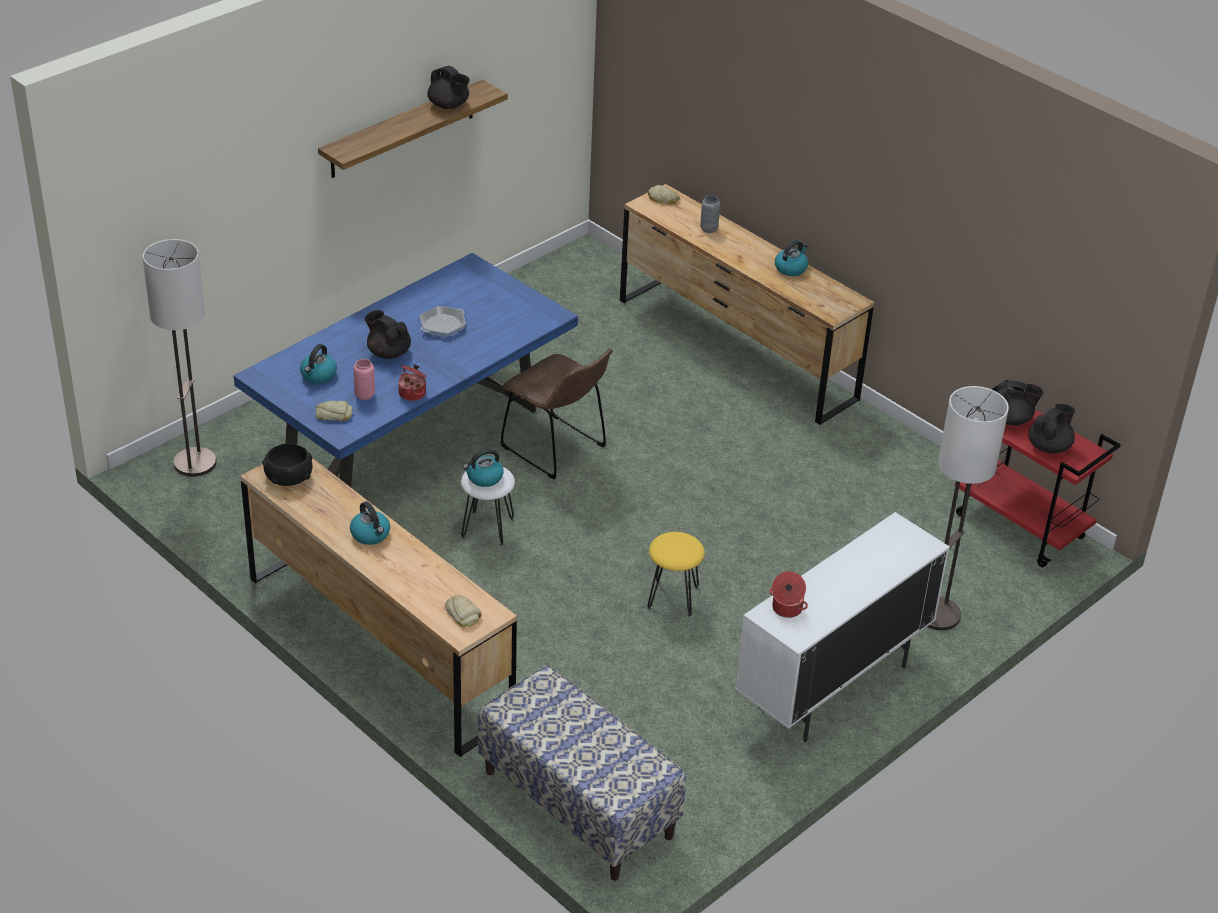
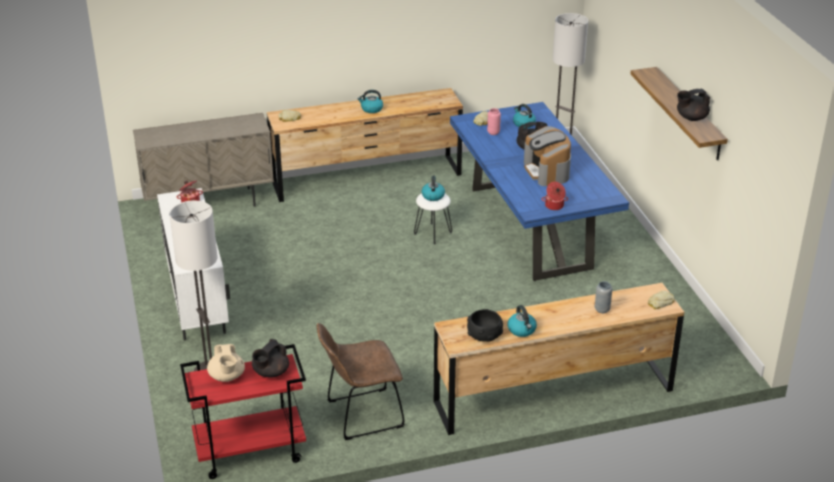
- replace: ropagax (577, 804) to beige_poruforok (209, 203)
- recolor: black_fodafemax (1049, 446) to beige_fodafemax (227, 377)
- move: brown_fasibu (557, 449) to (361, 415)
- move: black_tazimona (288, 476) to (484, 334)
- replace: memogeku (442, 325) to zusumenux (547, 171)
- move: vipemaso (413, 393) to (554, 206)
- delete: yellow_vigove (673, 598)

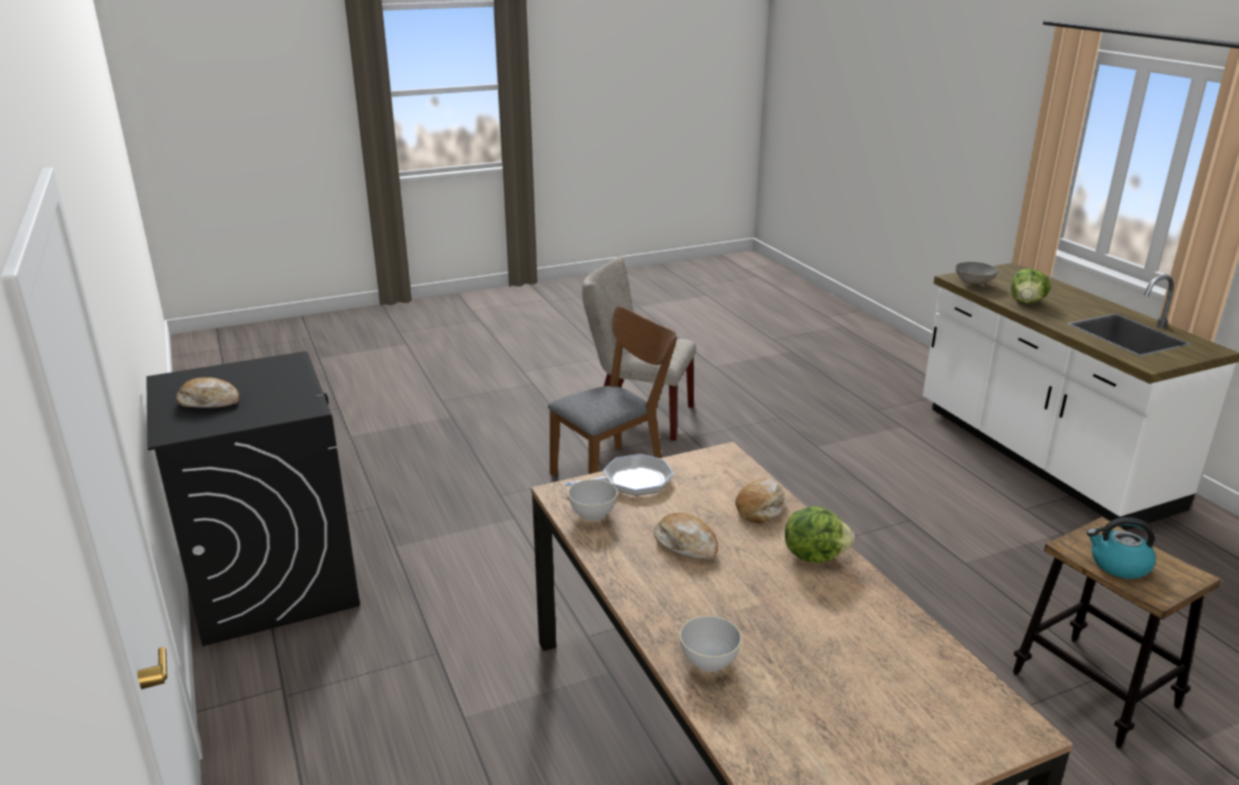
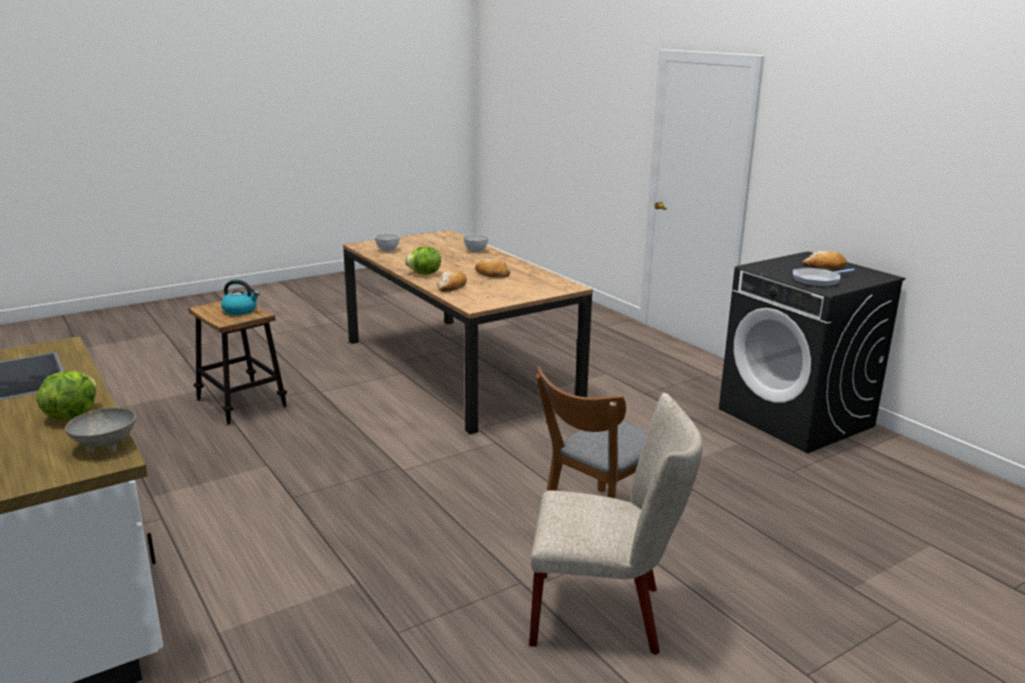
- move: grey_tazimona (592, 515) to (387, 250)
- move: memogeku (633, 481) to (818, 280)

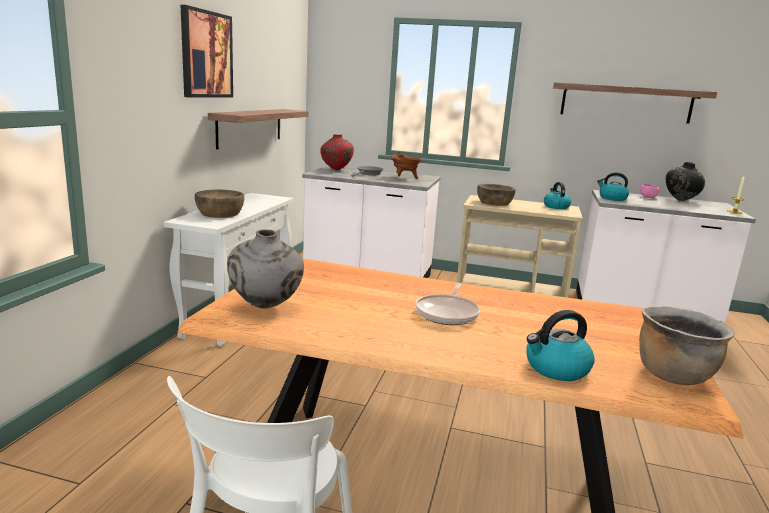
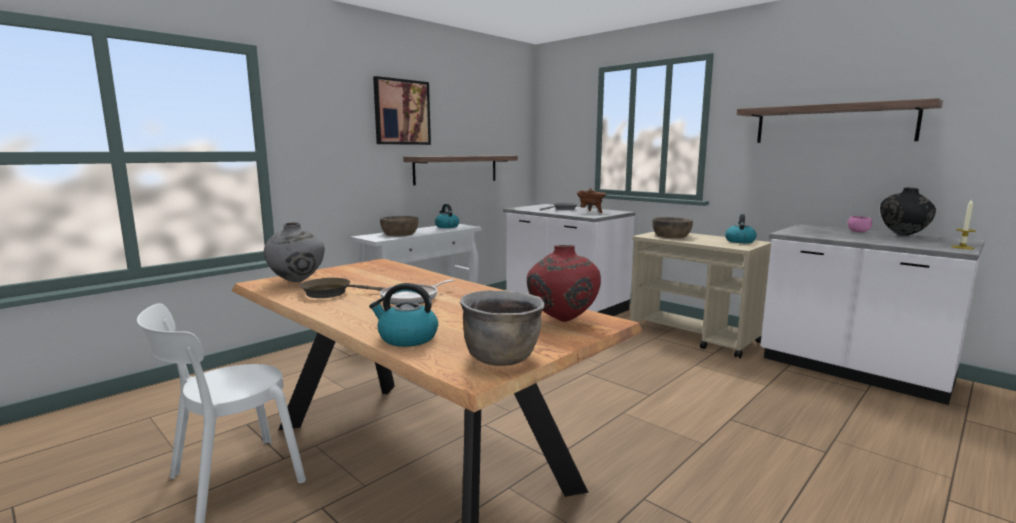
- insert: brown_memogeku (331, 293)
- move: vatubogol (612, 198) to (446, 226)
- move: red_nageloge (336, 170) to (562, 321)

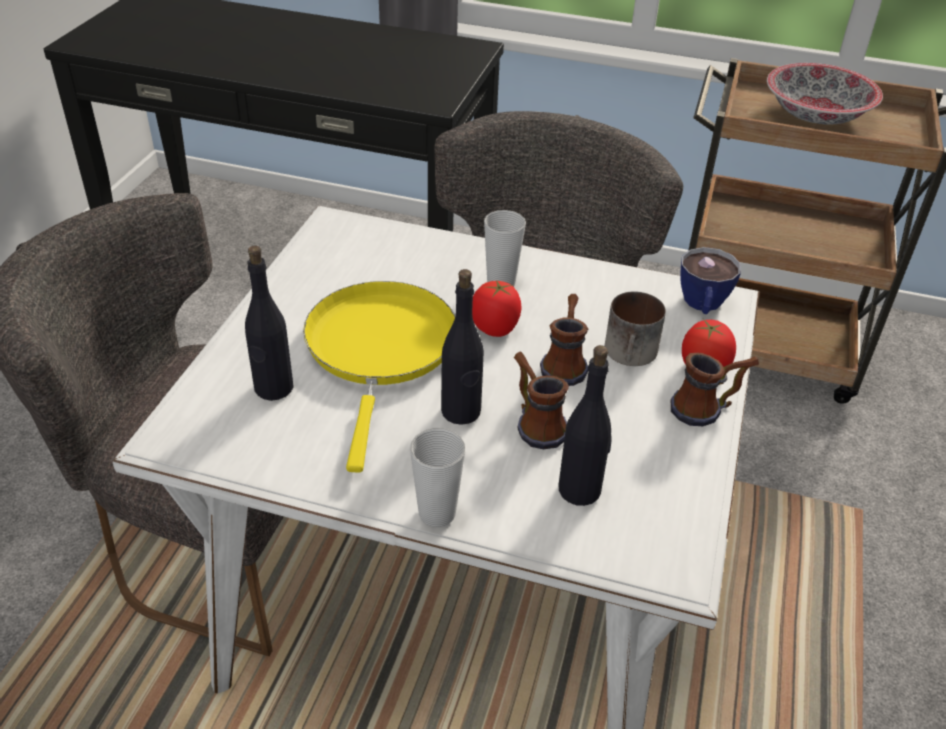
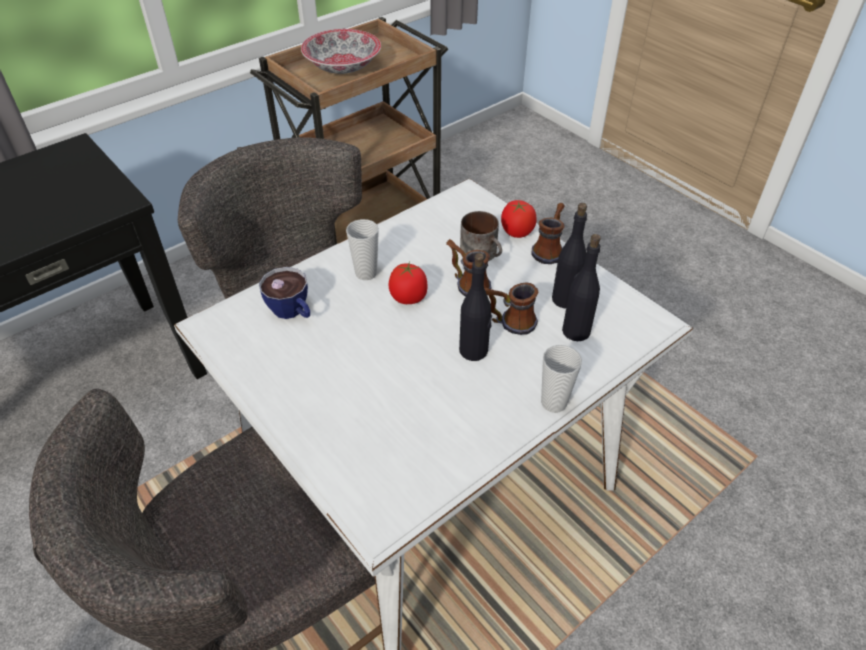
- move: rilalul (702, 306) to (293, 312)
- move: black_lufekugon (273, 388) to (565, 299)
- delete: yellow_memogeku (380, 350)

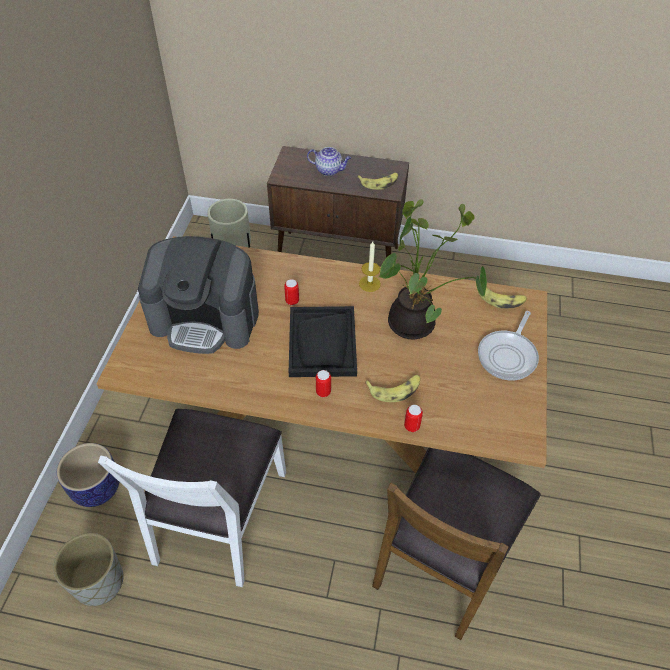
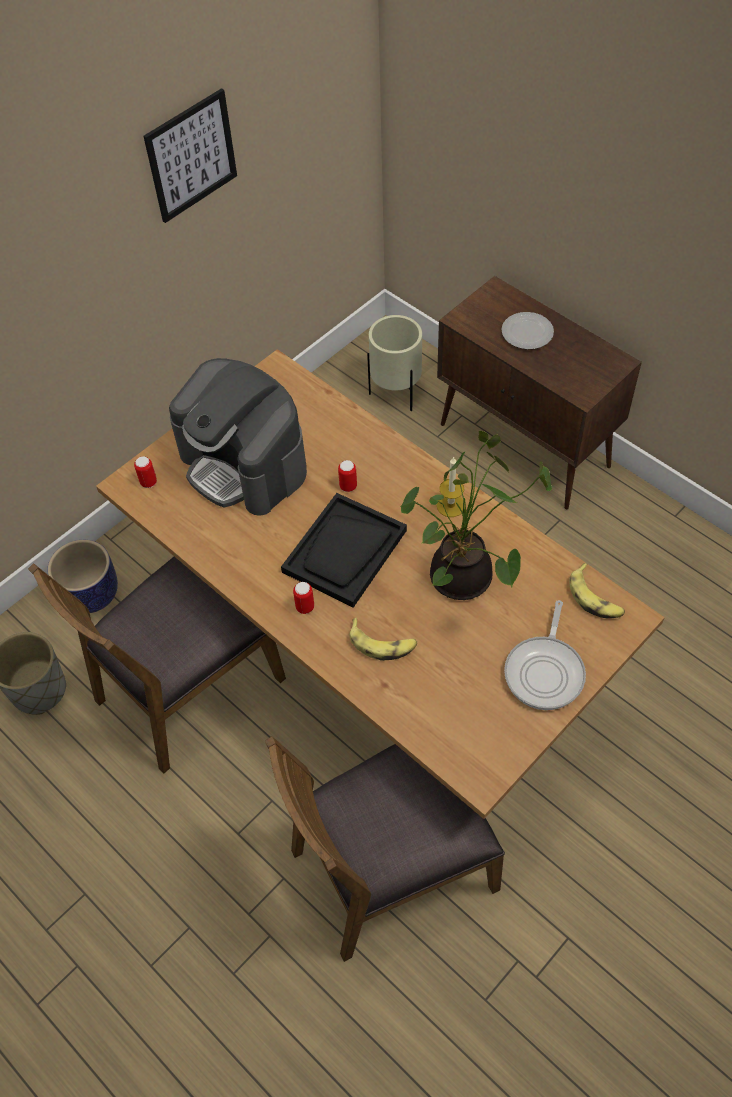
- recolor: white_fasibu (218, 516) to brown_fasibu (187, 688)
- move: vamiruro (411, 426) to (148, 482)
- insert: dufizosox (191, 156)
- replace: fodafemax (329, 170) to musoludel (527, 333)
- rotate: memogeku (508, 355) = (545, 671) 45 degrees counterclockwise
- delete: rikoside (379, 183)

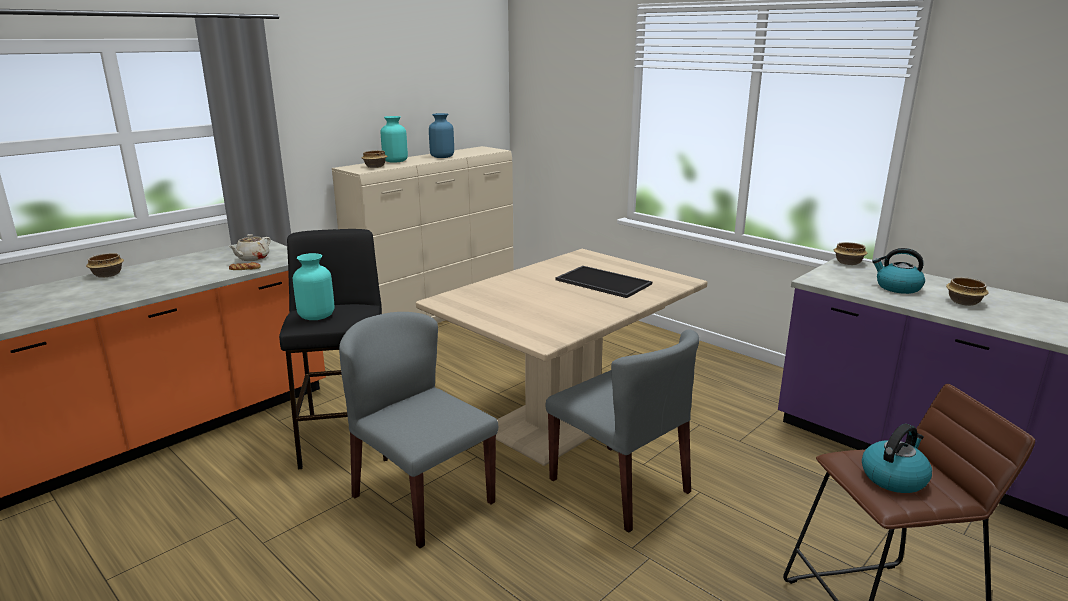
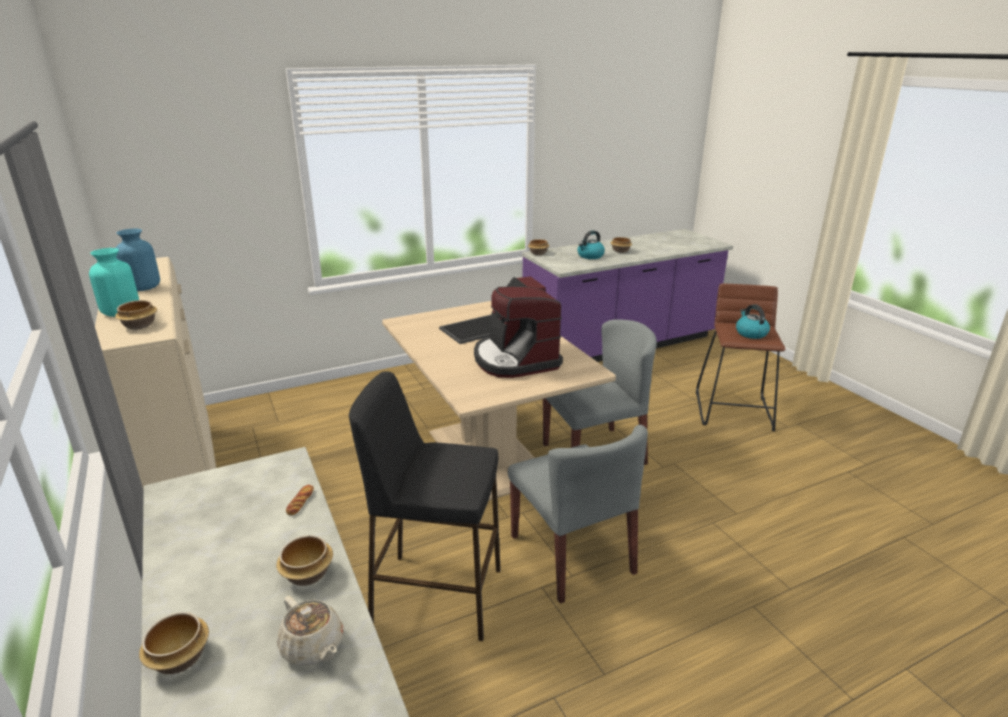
- insert: tazimona (308, 575)
- move: beige_fodafemax (252, 258) to (313, 647)
- insert: zusumenux (515, 359)
- rotate: grey_fasibu (422, 498) = (572, 554) 90 degrees counterclockwise
- delete: turquoise_nageloge (316, 316)

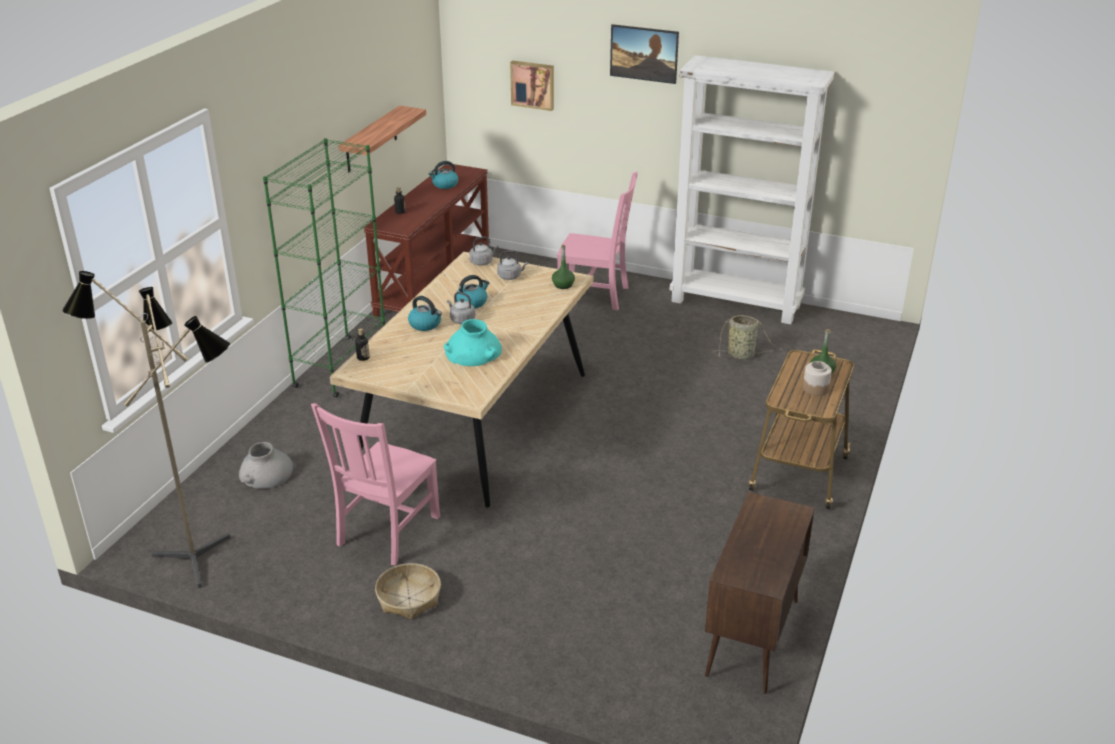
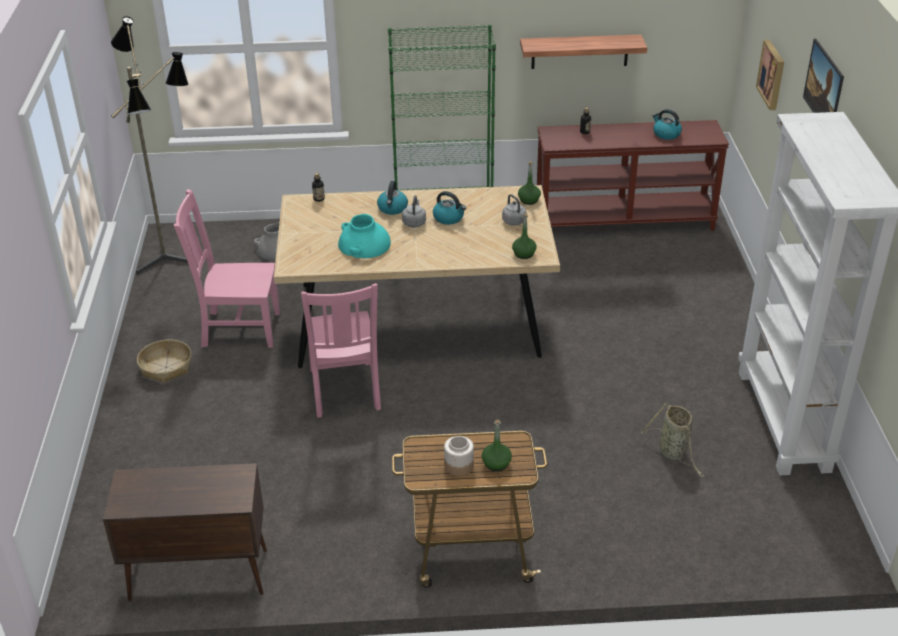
- move: pink_fasibu (596, 295) to (345, 391)
- replace: grey_vatubogol (482, 262) to green_lufekugon (529, 200)

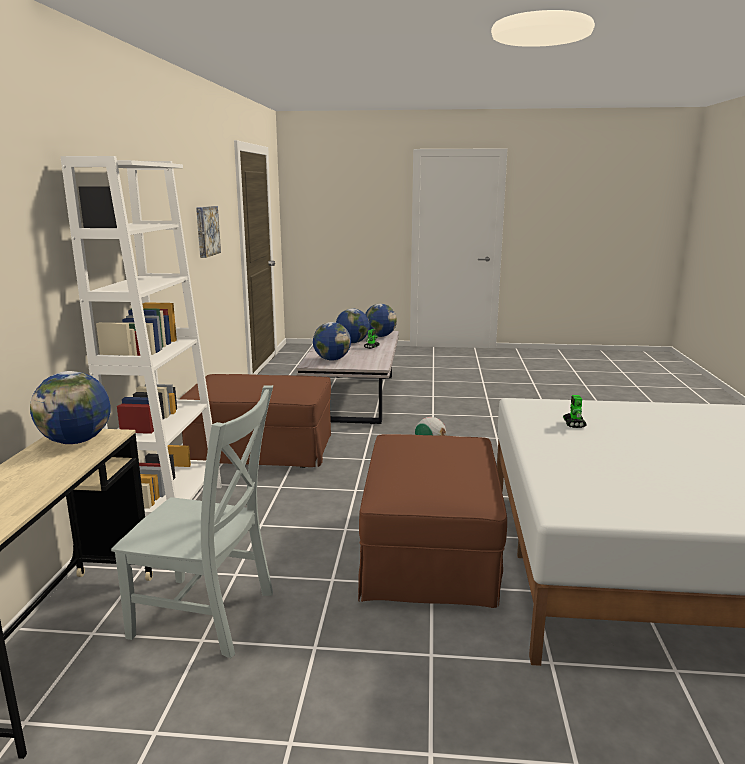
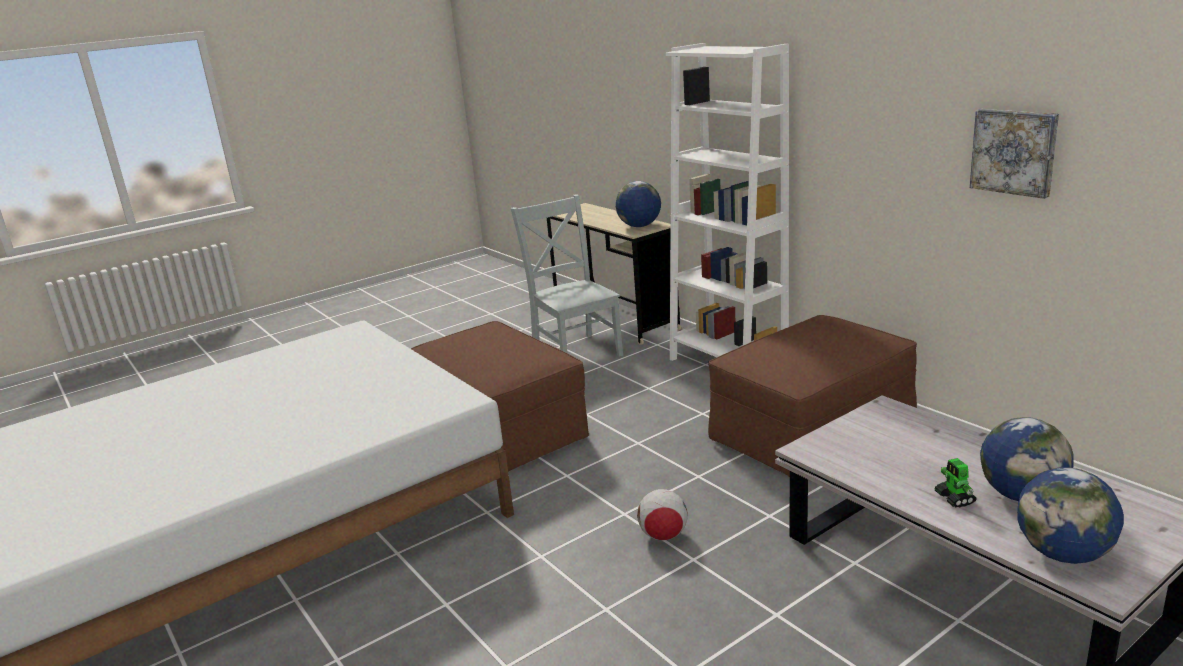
- rotate: grey_fasibu (208, 616) = (576, 351) 90 degrees clockwise
- delete: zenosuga (332, 359)
- delete: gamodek (574, 424)

